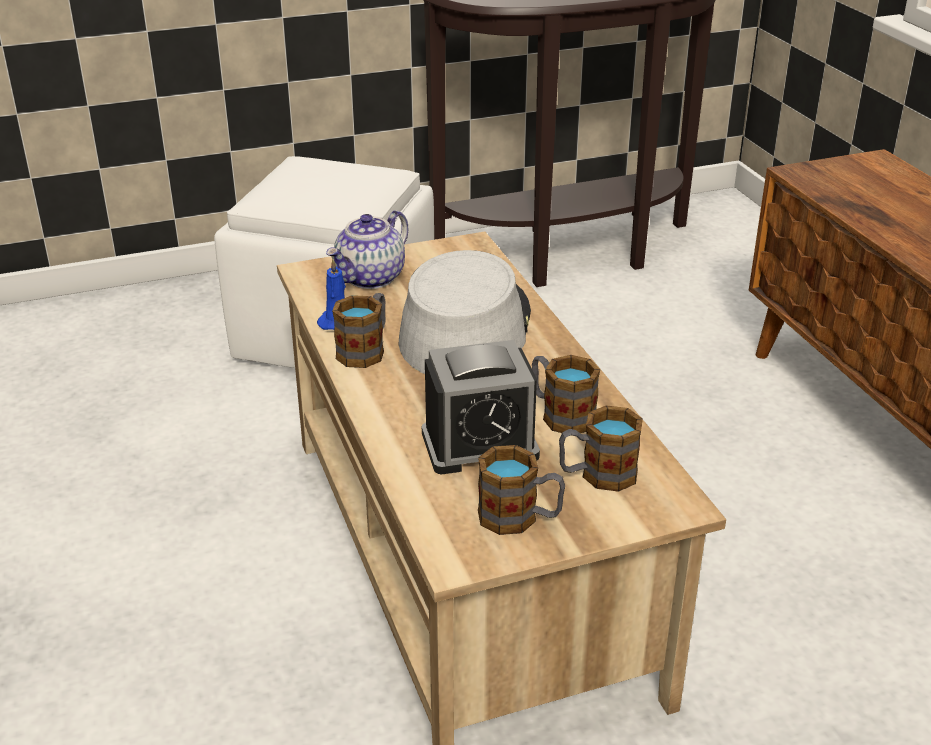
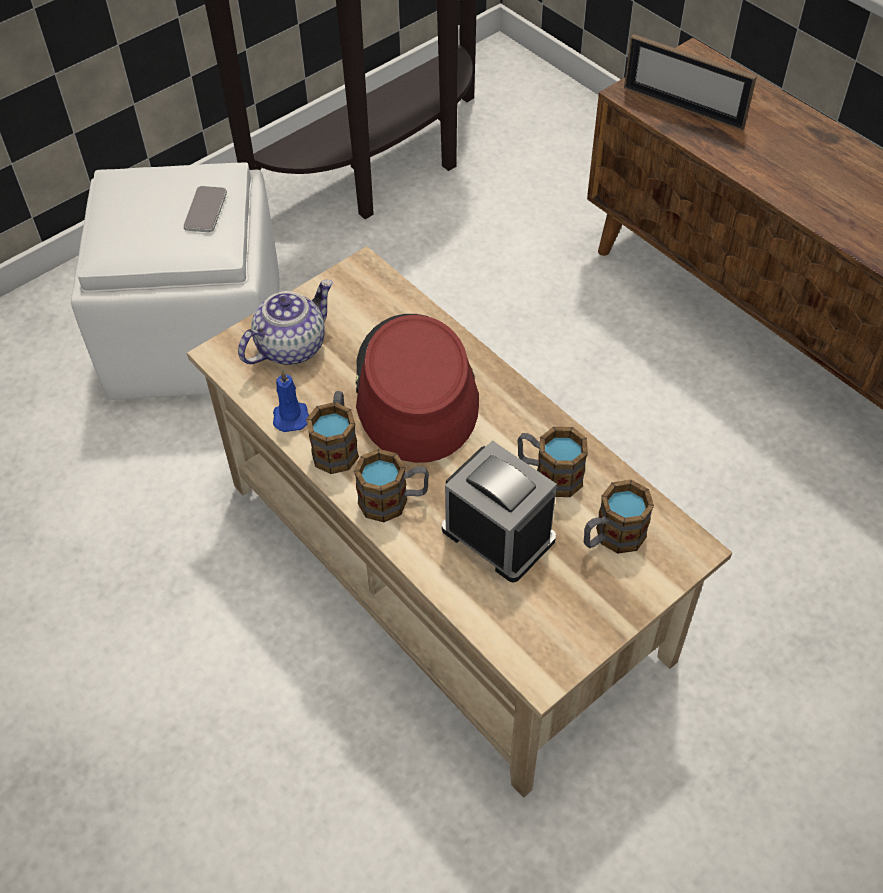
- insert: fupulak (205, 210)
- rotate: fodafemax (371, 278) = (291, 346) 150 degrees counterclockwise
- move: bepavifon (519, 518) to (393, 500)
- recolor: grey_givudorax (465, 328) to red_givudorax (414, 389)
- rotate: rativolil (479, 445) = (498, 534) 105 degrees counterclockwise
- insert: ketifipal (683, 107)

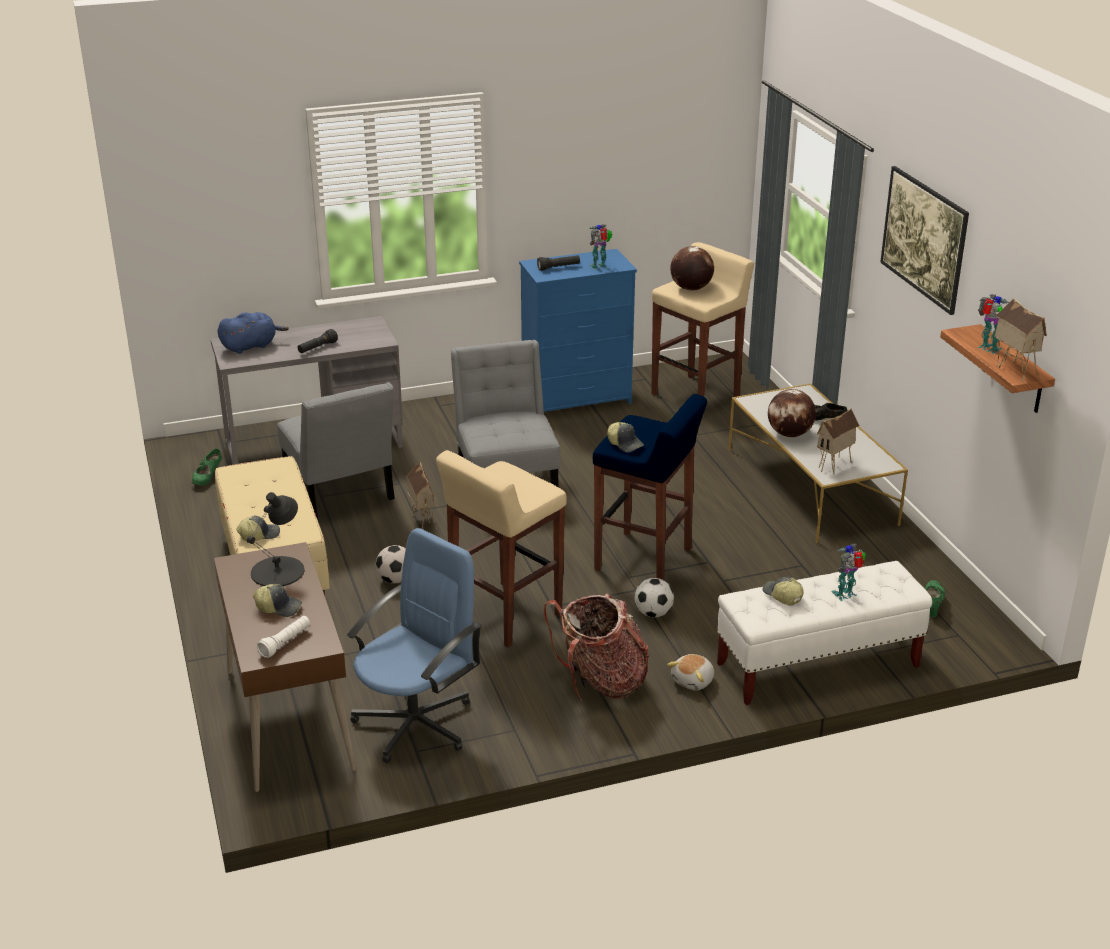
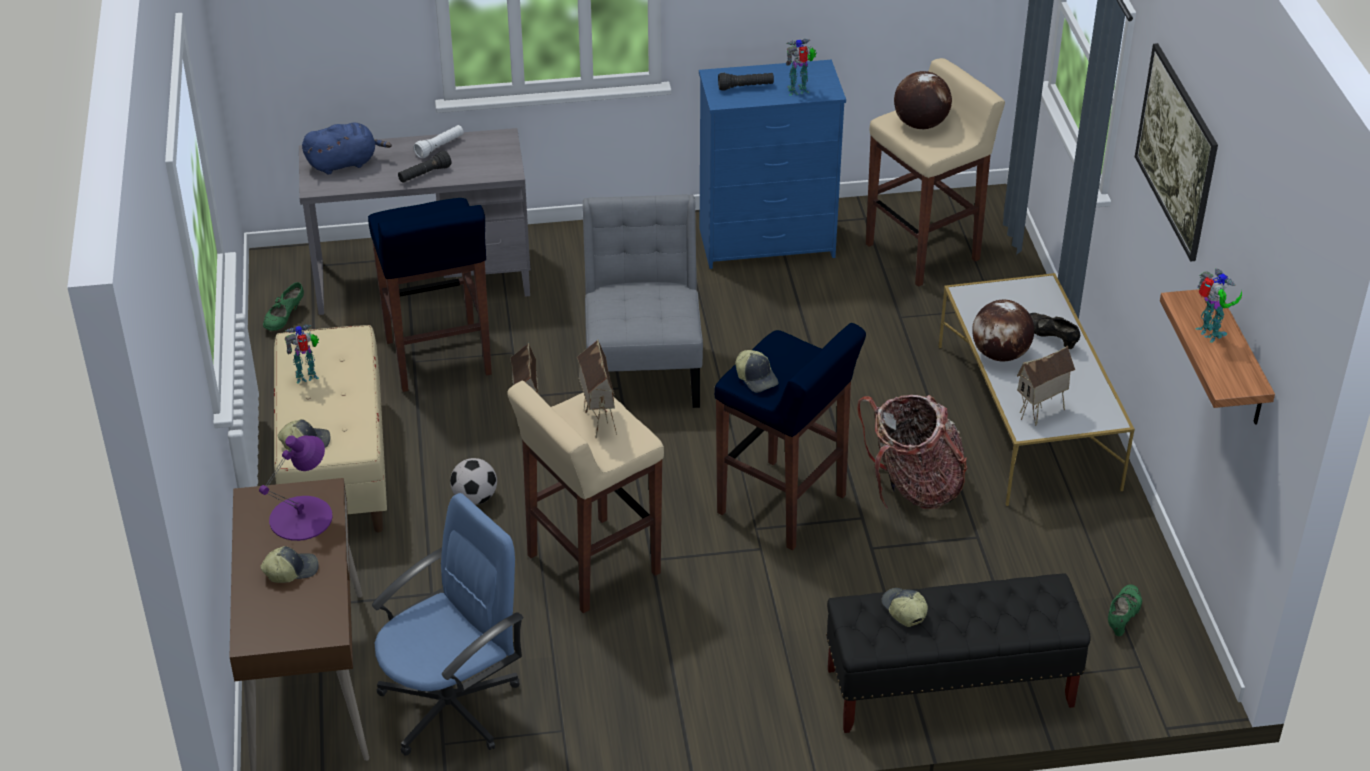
- recolor: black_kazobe (278, 571) to purple_kazobe (302, 518)
- rotate: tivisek (279, 607) = (291, 570) 45 degrees counterclockwise
- move: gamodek (846, 595) to (307, 377)
- replace: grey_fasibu (340, 493) to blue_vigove (438, 359)
- move: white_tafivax (285, 643) to (440, 147)
- move: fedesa (1013, 371) to (597, 420)
- recolor: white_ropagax (817, 666) to black_ropagax (949, 688)
- move: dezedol (601, 682) to (913, 487)
- delete: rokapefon (653, 613)
- delete: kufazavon (693, 681)

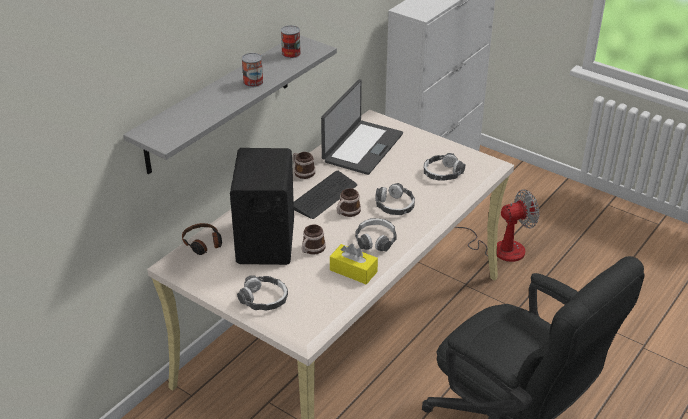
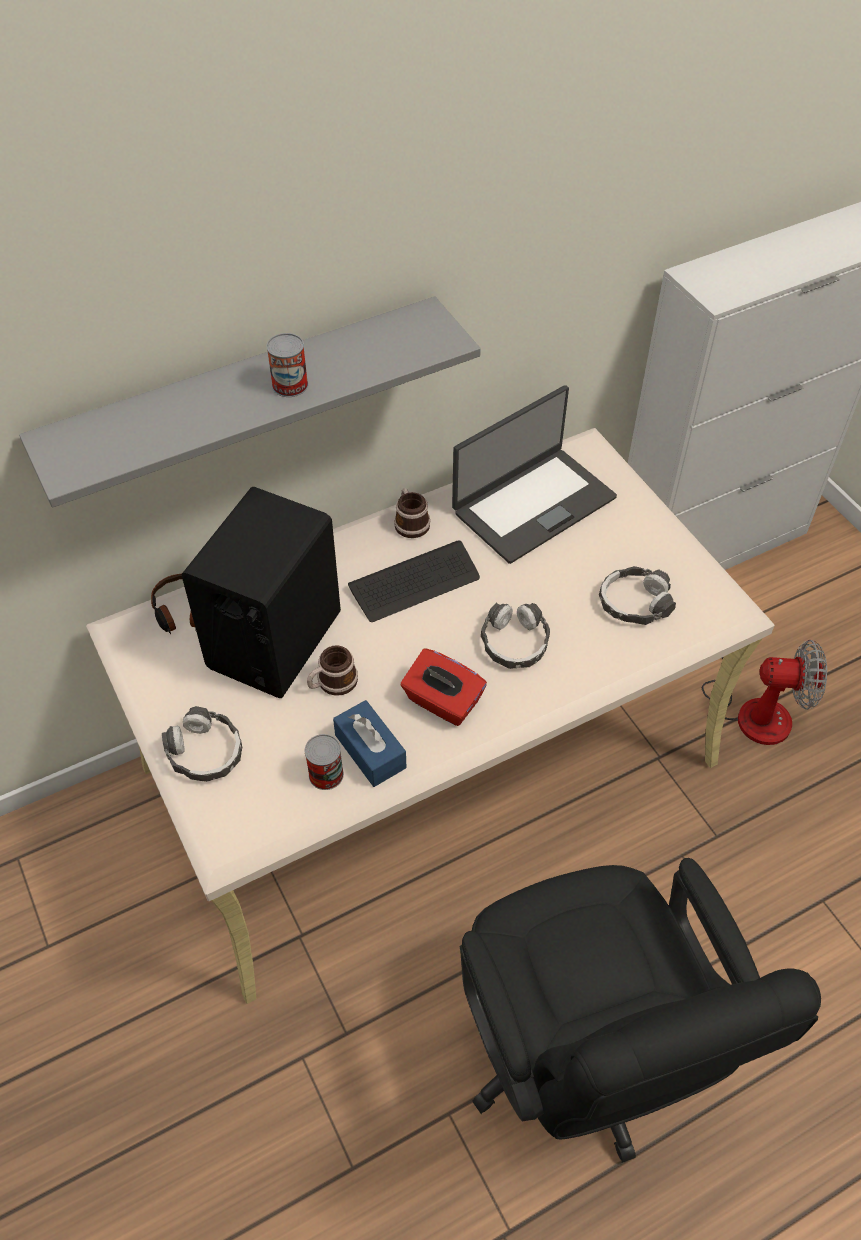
- move: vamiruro (291, 53) to (326, 774)
- recolor: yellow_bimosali (353, 271) to blue_bimosali (370, 751)
- replace: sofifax (375, 240) to red_bimosali (442, 702)
- delete: bepavifon (347, 212)

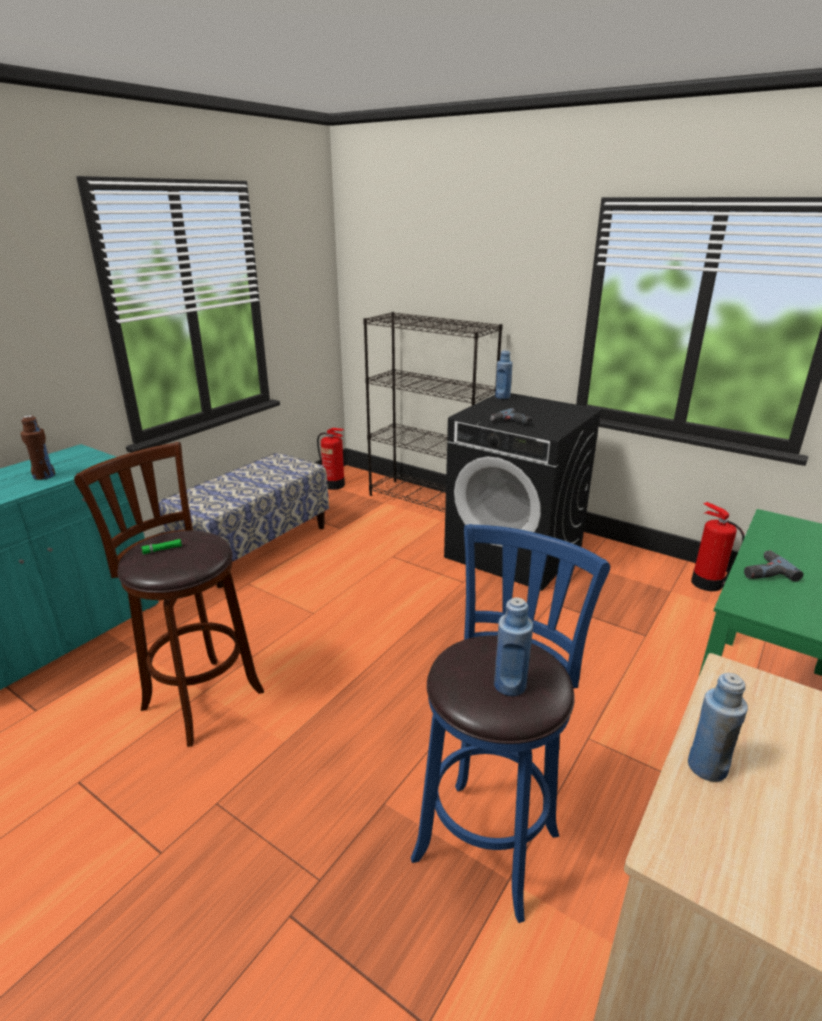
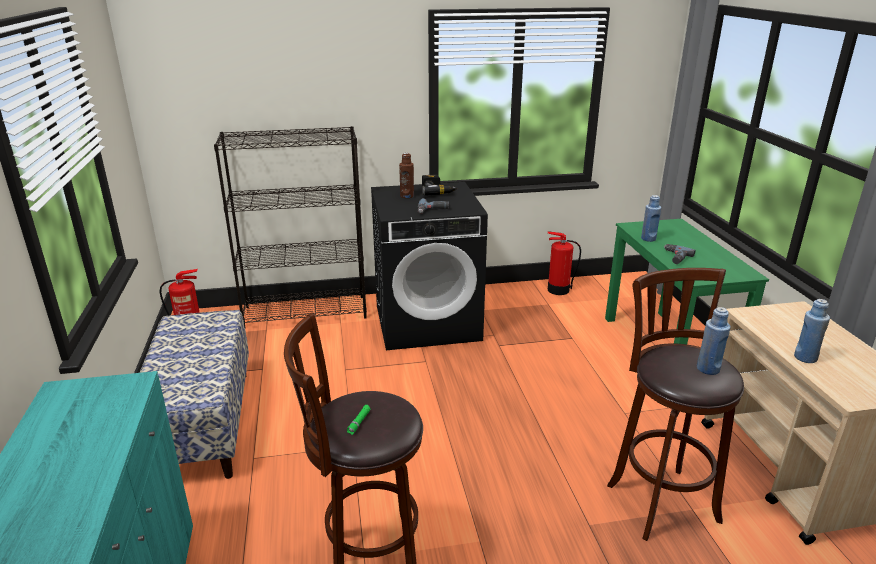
- move: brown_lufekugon (44, 476) to (407, 196)
- insert: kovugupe (437, 191)
- recolor: blue_vigove (489, 840) to brown_vigove (659, 498)
- move: blue_lufekugon (502, 397) to (648, 239)

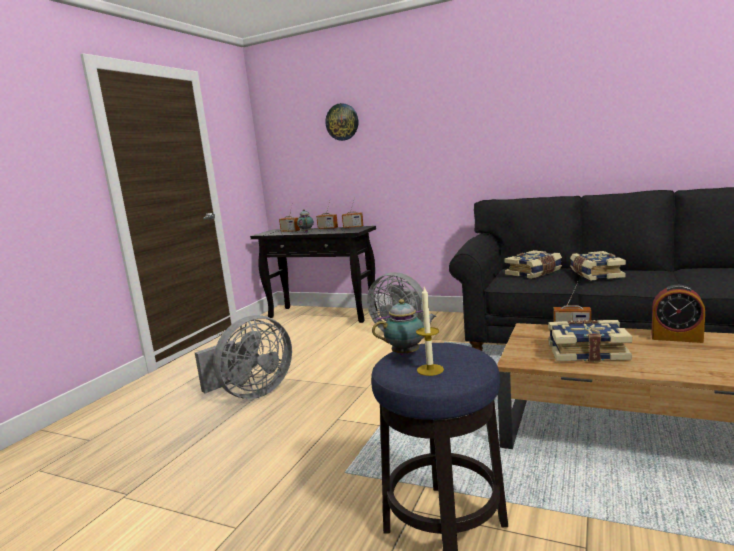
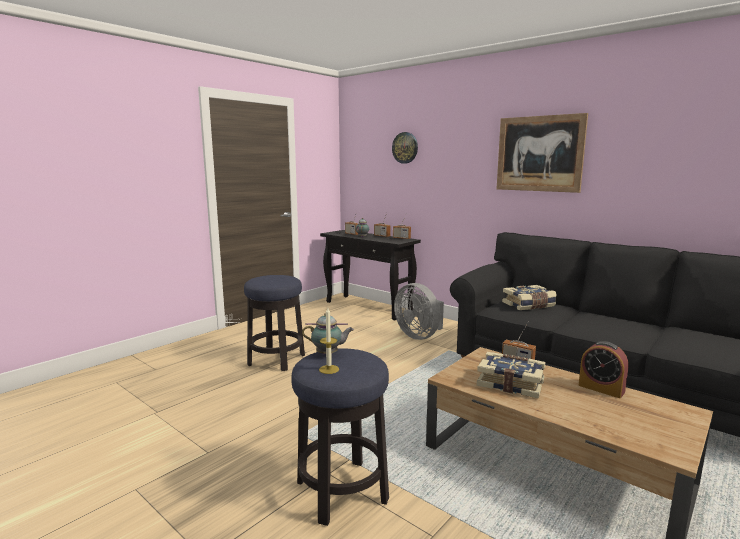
- replace: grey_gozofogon (251, 393) to vigove (276, 360)
- insert: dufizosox (539, 154)
- delete: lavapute (595, 274)

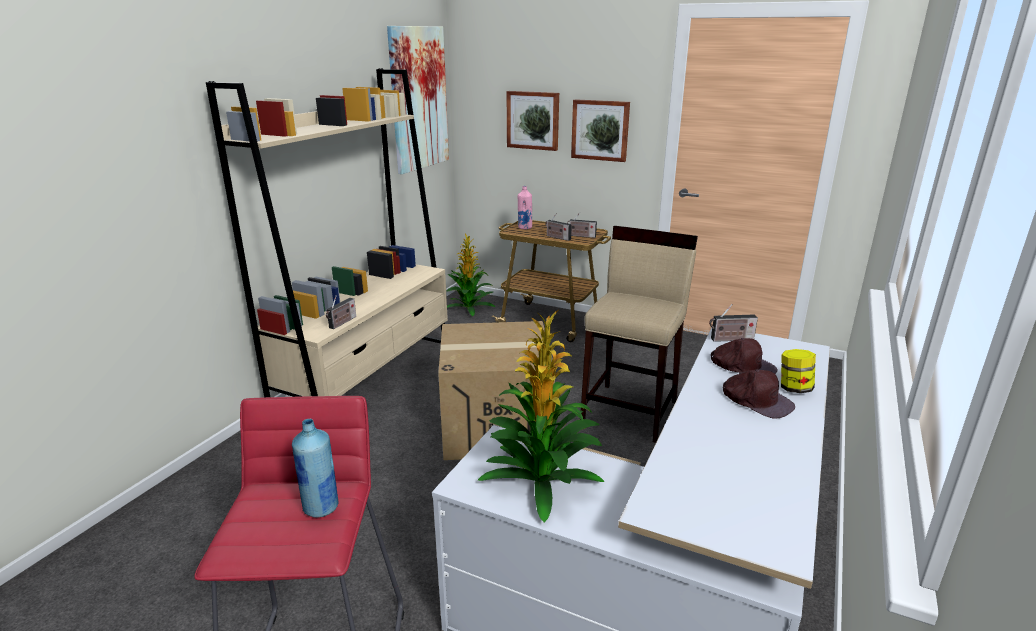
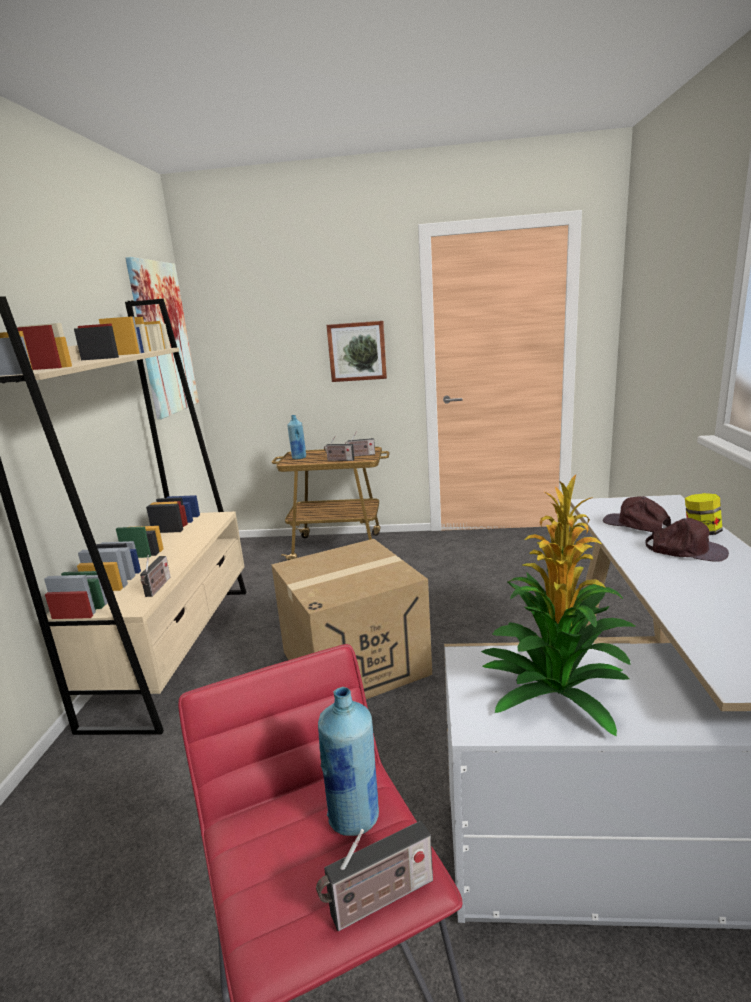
- recolor: pink_lufekugon (524, 228) to blue_lufekugon (299, 458)
- move: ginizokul (730, 339) to (378, 901)
- rotate: brown_tivisek (742, 365) = (636, 525) 150 degrees counterclockwise
- delete: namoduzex (470, 307)
- delete: dufizosox (533, 120)
- delete: beige_vigove (630, 411)

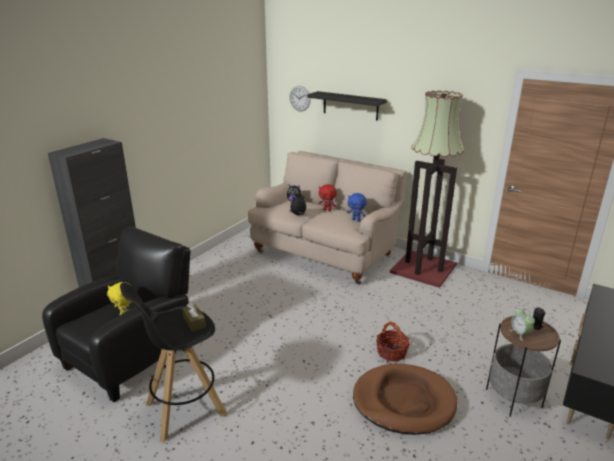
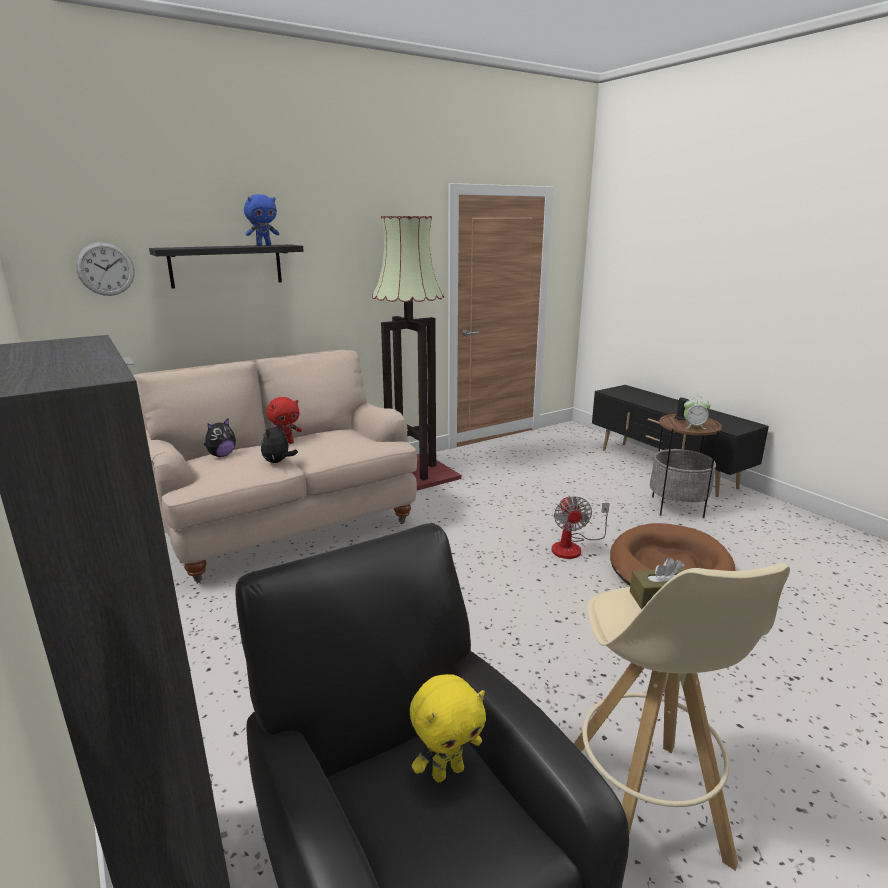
- move: blue_kufazavon (356, 220) to (264, 245)
- replace: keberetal (391, 352) to gozofogon (573, 547)
- recolor: black_vigove (184, 410) to beige_vigove (644, 807)

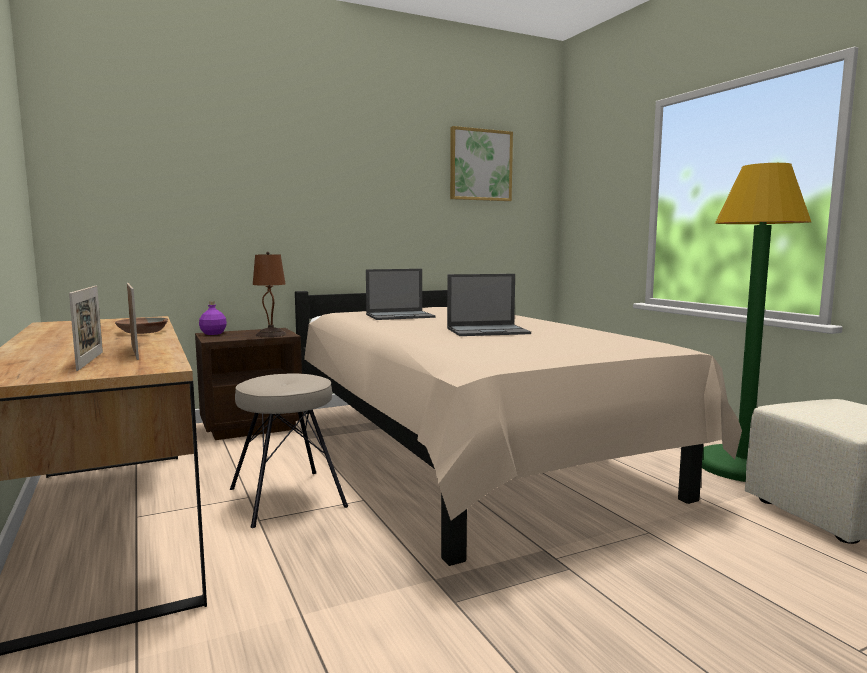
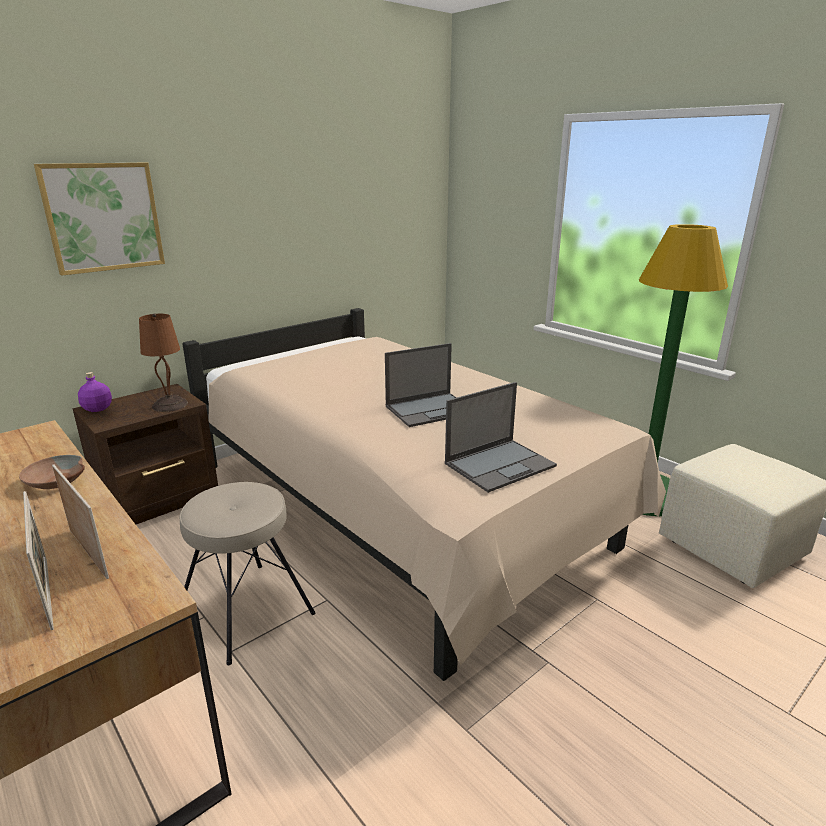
- move: dufizosox (480, 165) to (103, 217)
- move: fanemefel (401, 316) to (500, 464)

